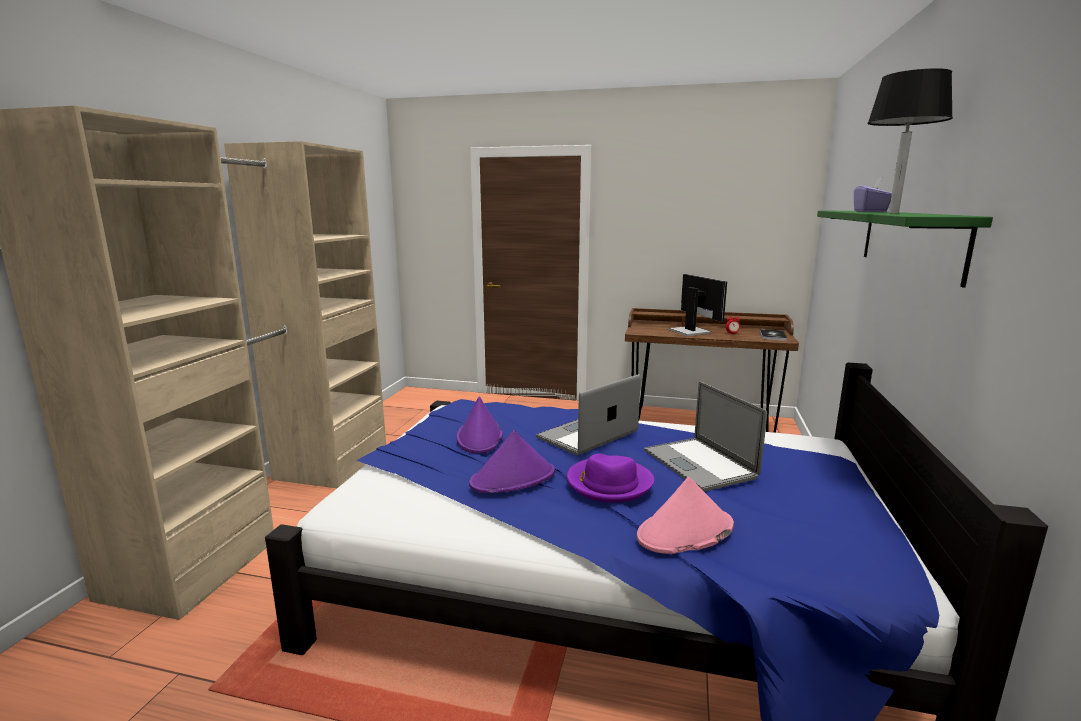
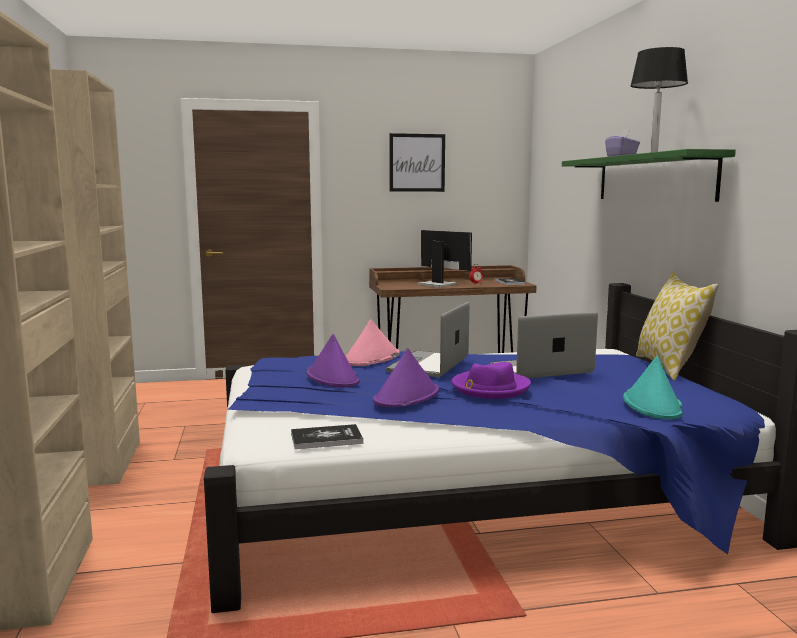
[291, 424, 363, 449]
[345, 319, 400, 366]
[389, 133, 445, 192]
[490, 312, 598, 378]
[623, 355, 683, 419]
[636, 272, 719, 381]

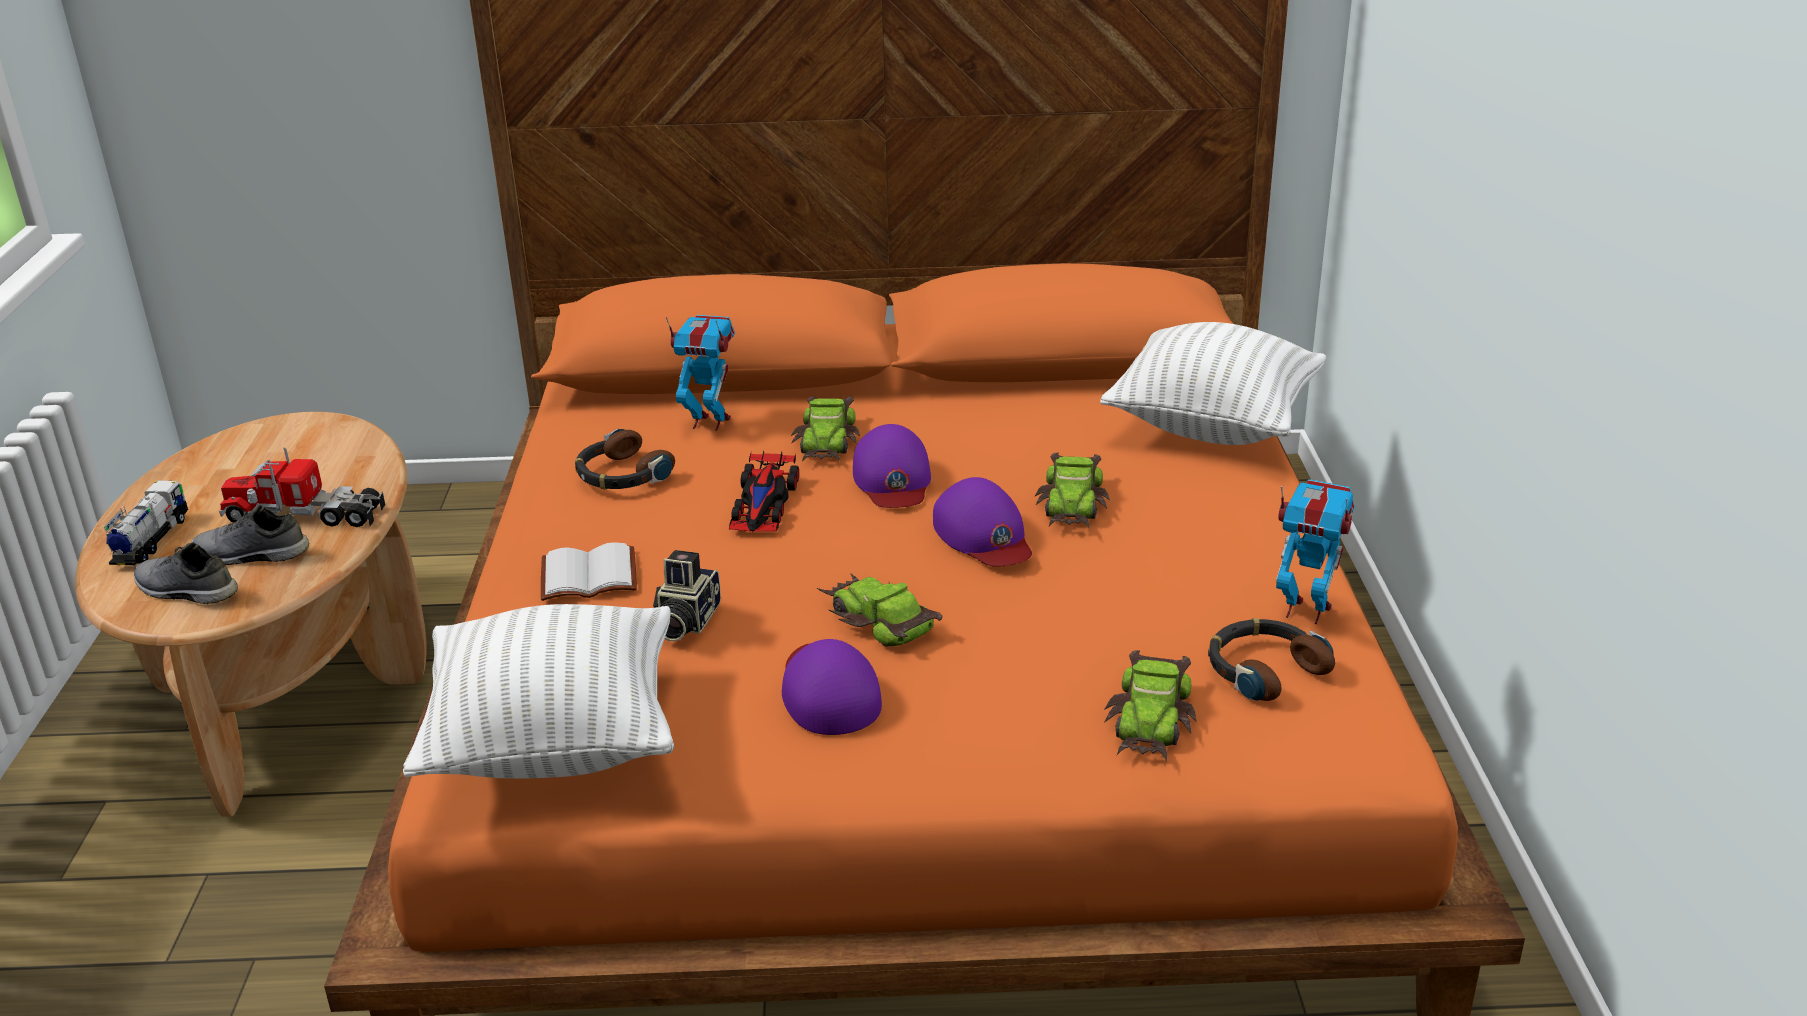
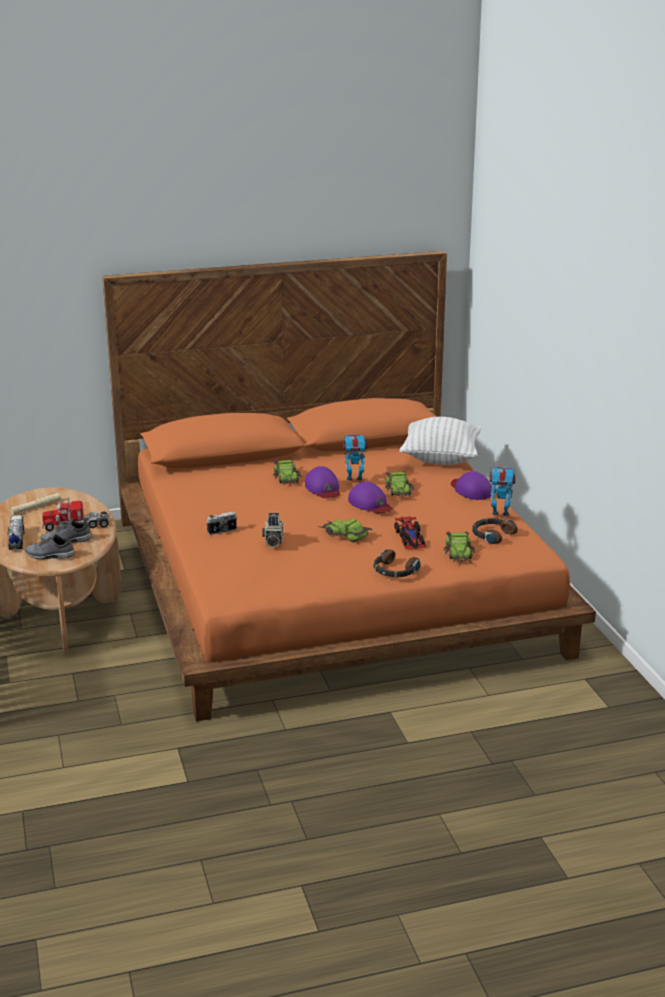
[10, 493, 61, 515]
[206, 512, 237, 535]
[343, 435, 367, 480]
[374, 550, 421, 578]
[394, 515, 426, 549]
[451, 471, 492, 500]
[403, 604, 674, 779] (first image)

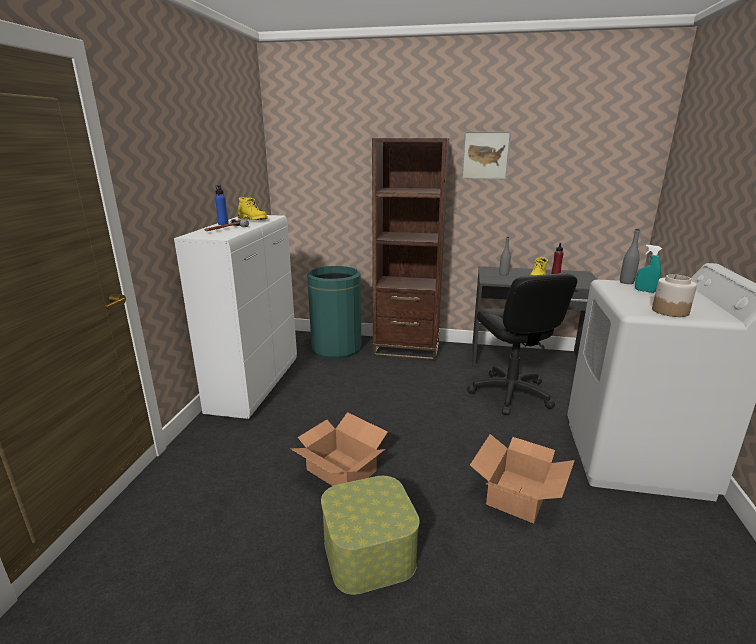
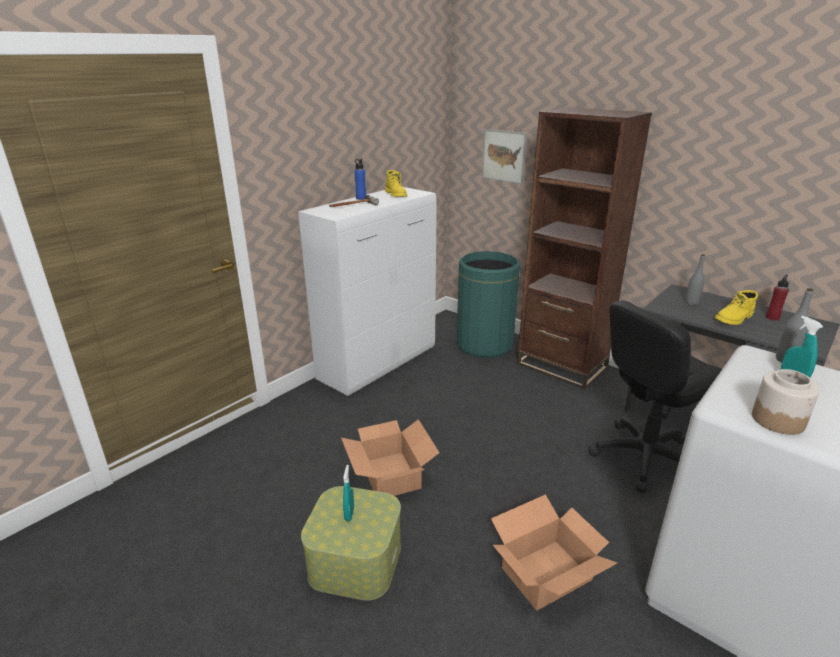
[343, 465, 354, 522]
[482, 129, 527, 184]
[588, 300, 722, 493]

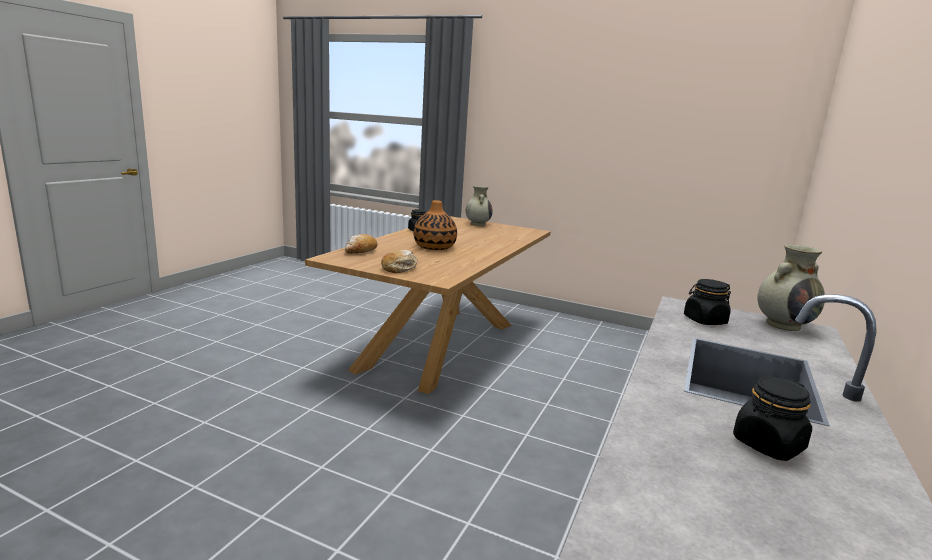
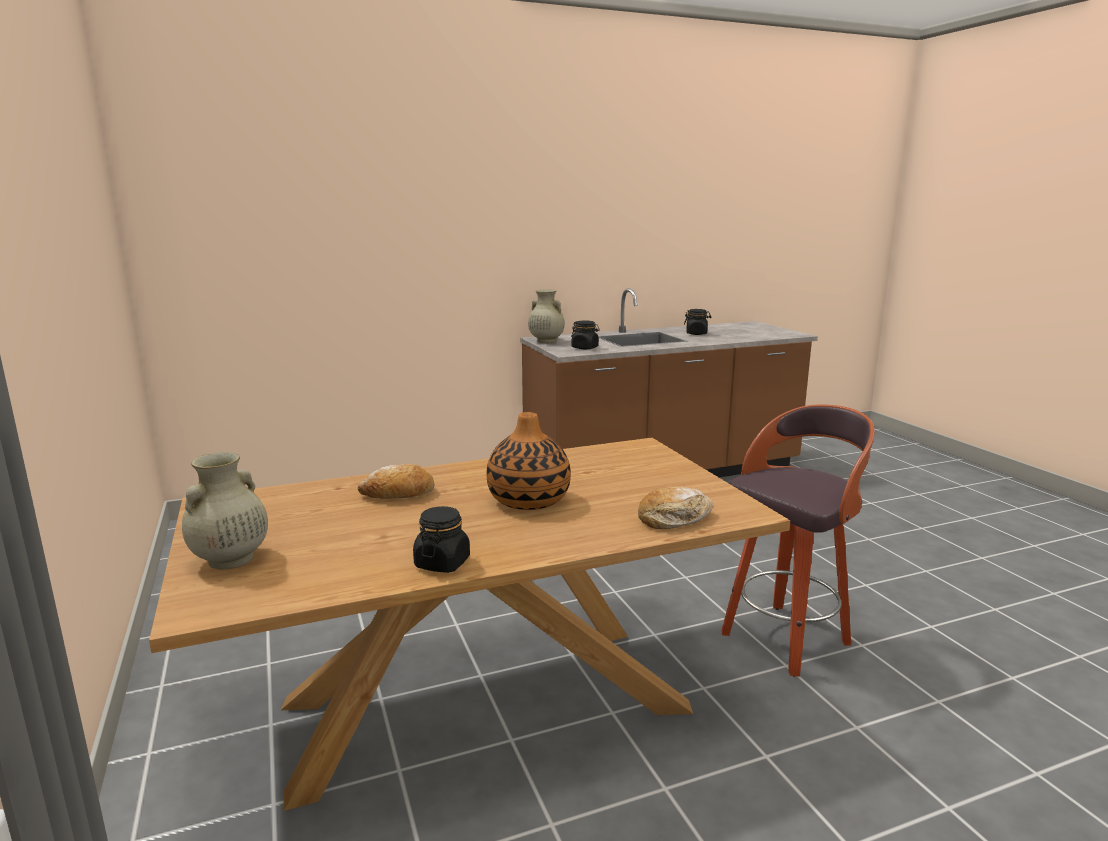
[358, 464, 435, 499]
[721, 404, 875, 677]

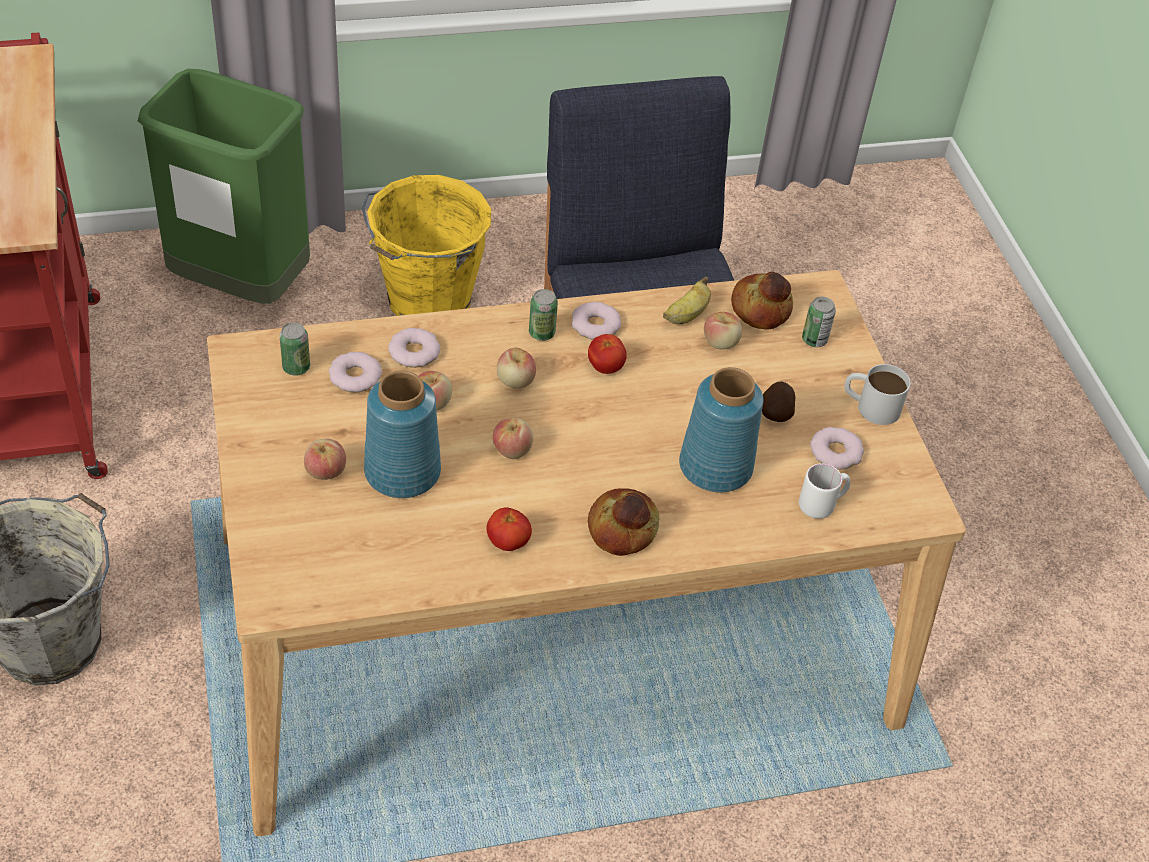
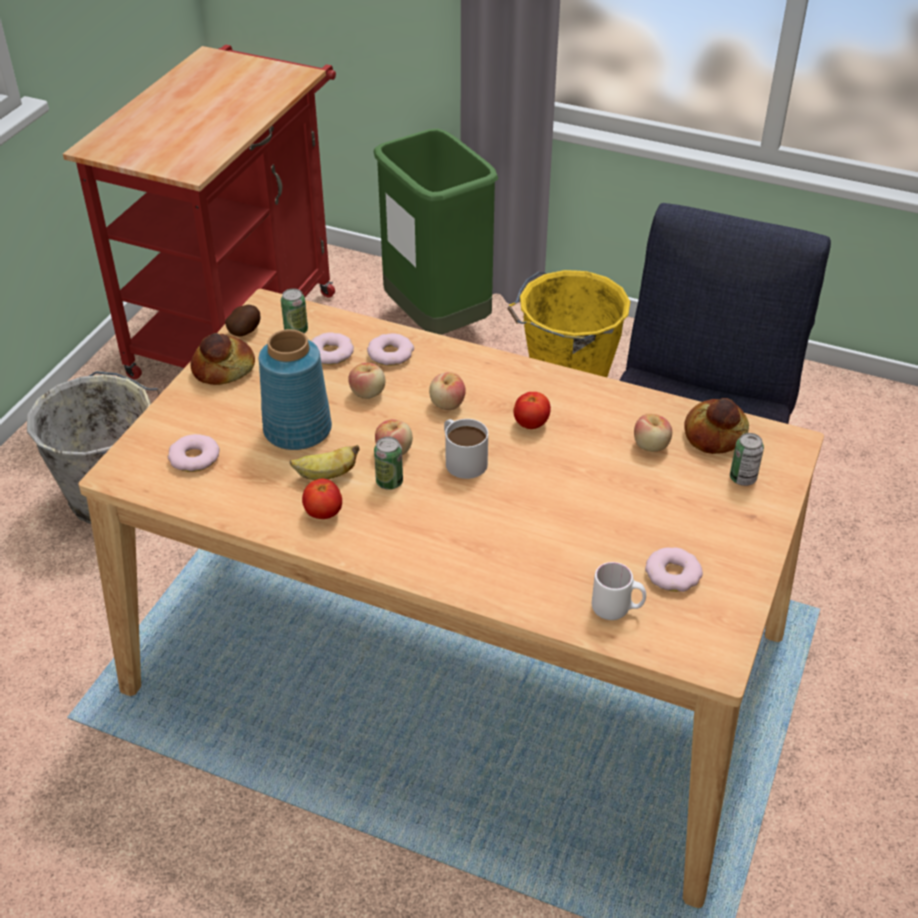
[168, 434, 220, 472]
[191, 333, 255, 385]
[225, 305, 260, 336]
[290, 445, 360, 480]
[374, 437, 403, 490]
[444, 419, 488, 479]
[304, 438, 346, 480] (first image)
[679, 367, 764, 492] (first image)

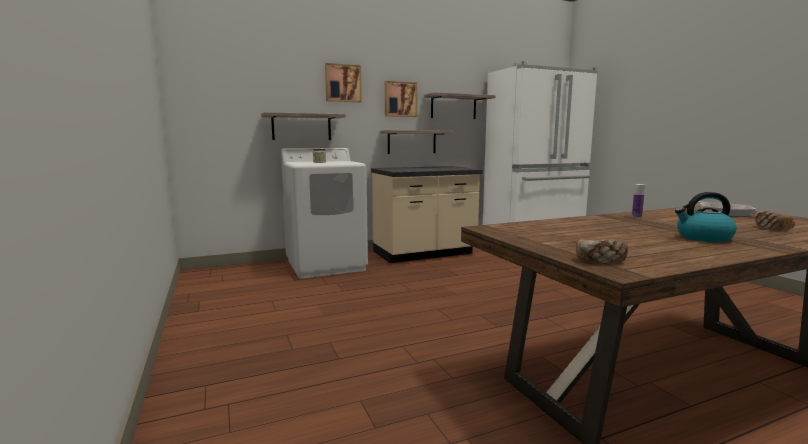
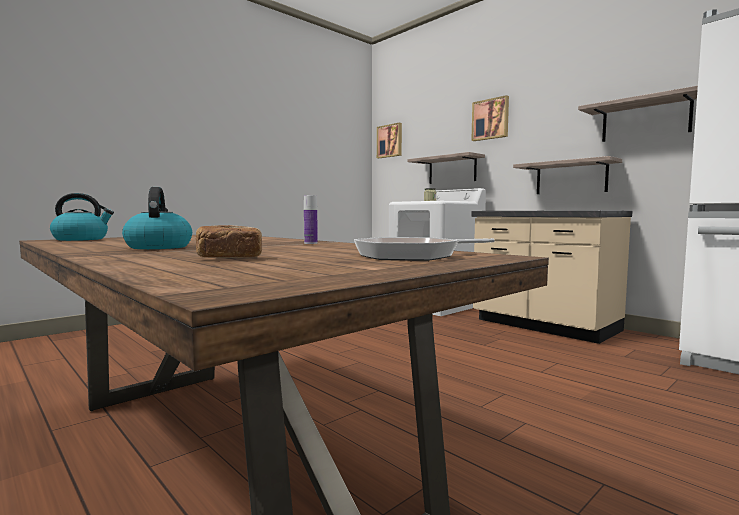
[50, 193, 114, 241]
[377, 123, 402, 158]

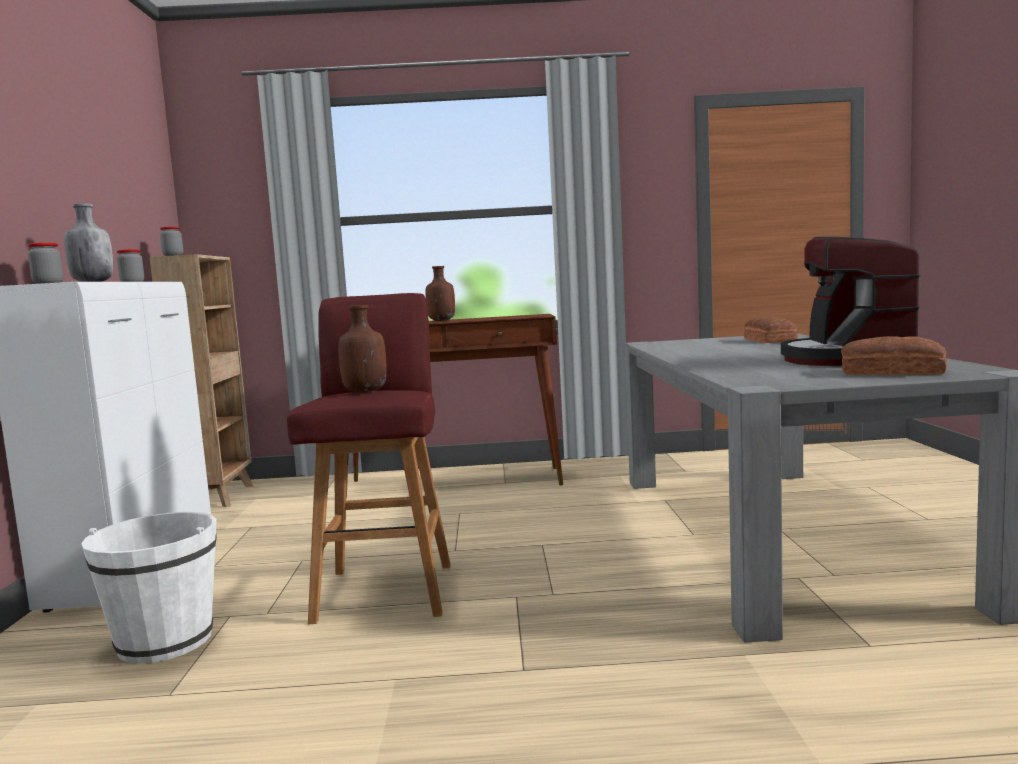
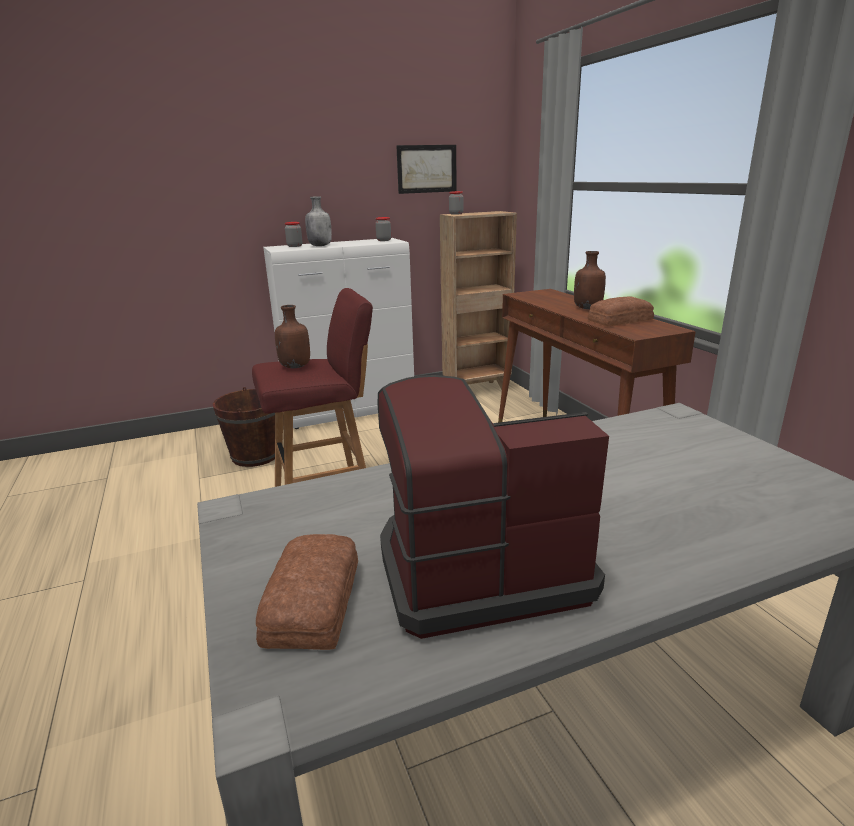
[213, 387, 275, 467]
[396, 145, 457, 194]
[588, 296, 654, 326]

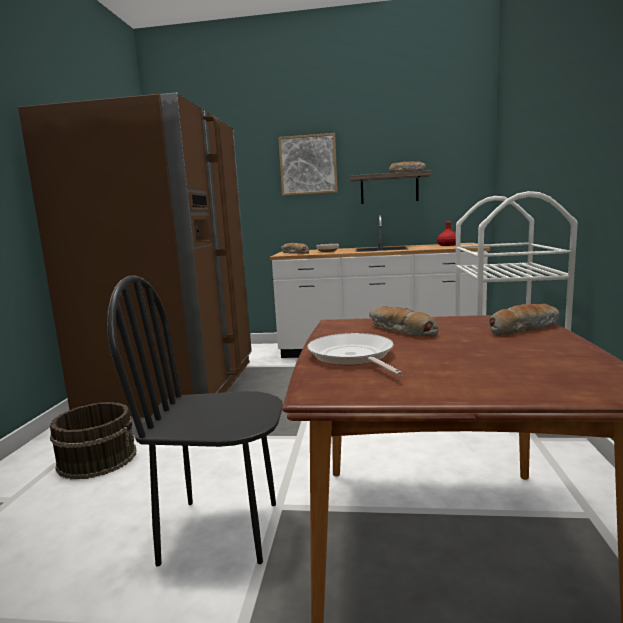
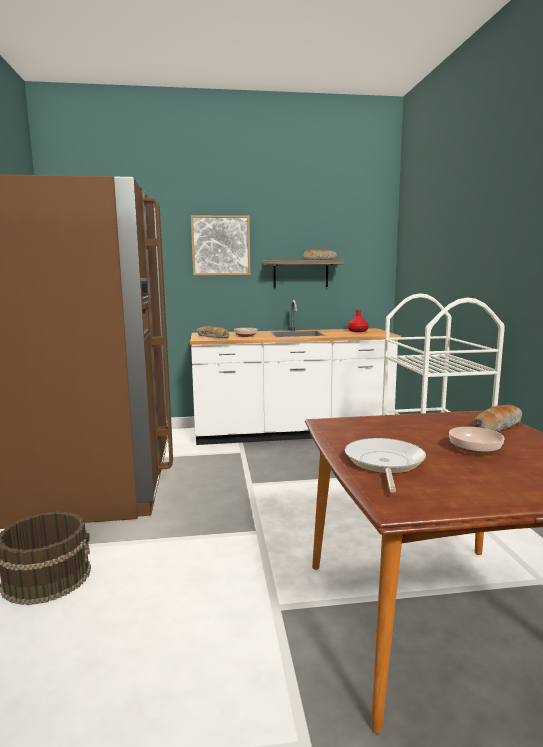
[345, 438, 426, 493]
[449, 427, 504, 455]
[107, 275, 283, 567] (first image)
[369, 306, 439, 337] (first image)

